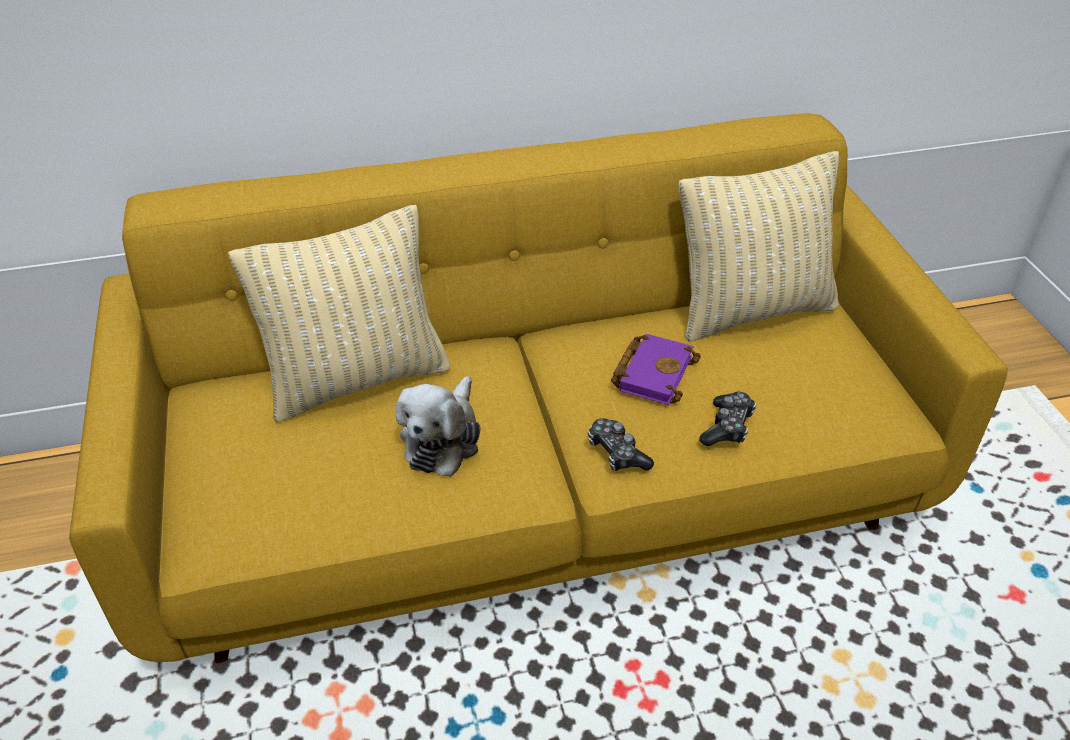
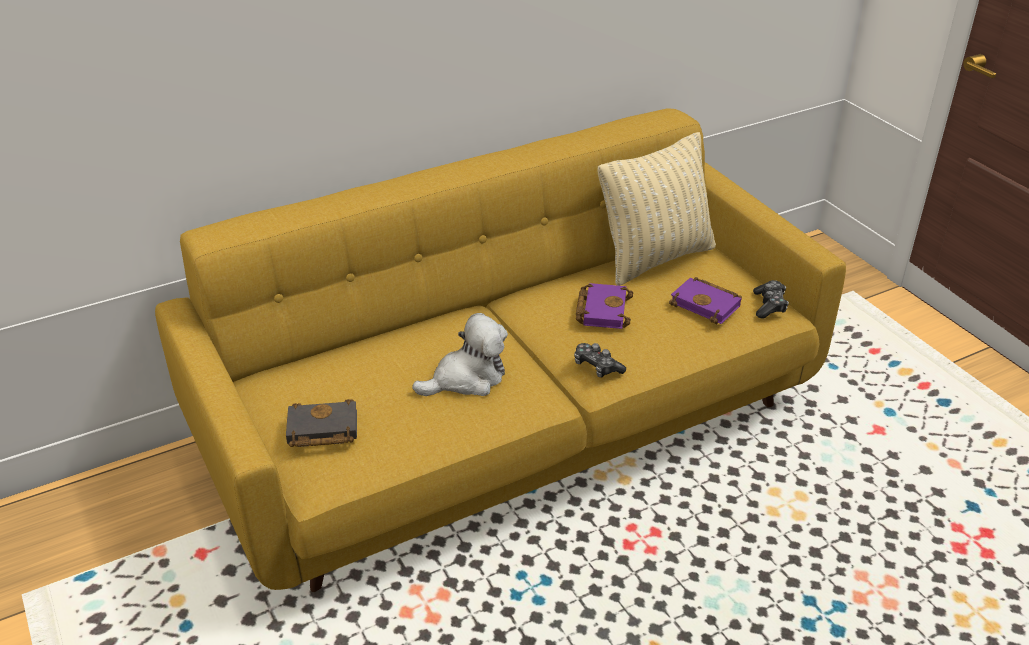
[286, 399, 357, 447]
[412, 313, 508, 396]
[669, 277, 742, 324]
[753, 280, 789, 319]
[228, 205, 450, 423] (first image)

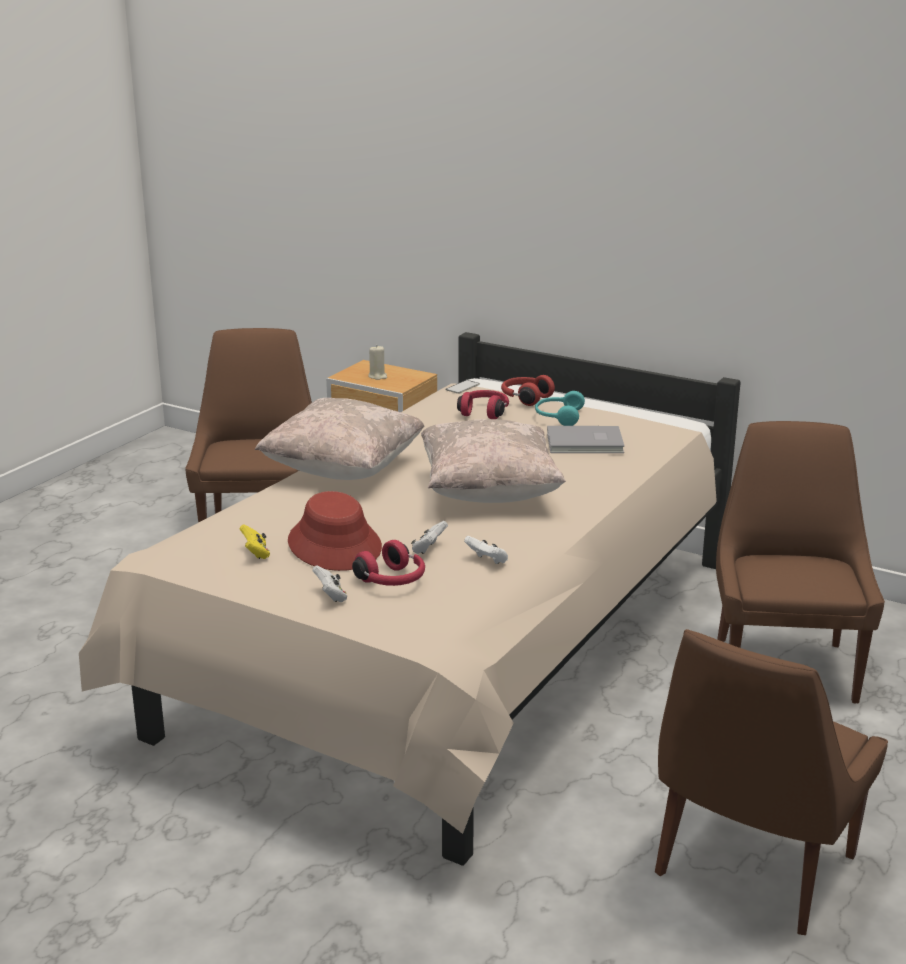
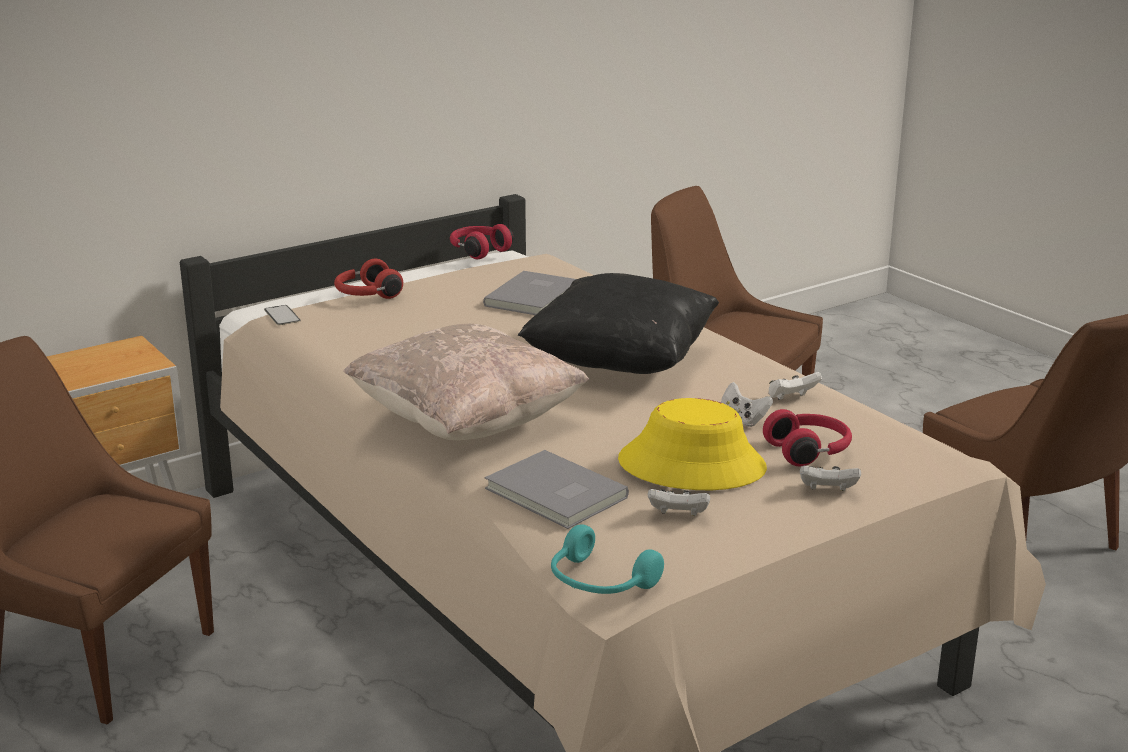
[450, 224, 513, 259]
[485, 450, 629, 529]
[518, 273, 719, 374]
[551, 524, 664, 594]
[618, 398, 767, 490]
[648, 489, 710, 516]
[368, 346, 387, 380] (first image)

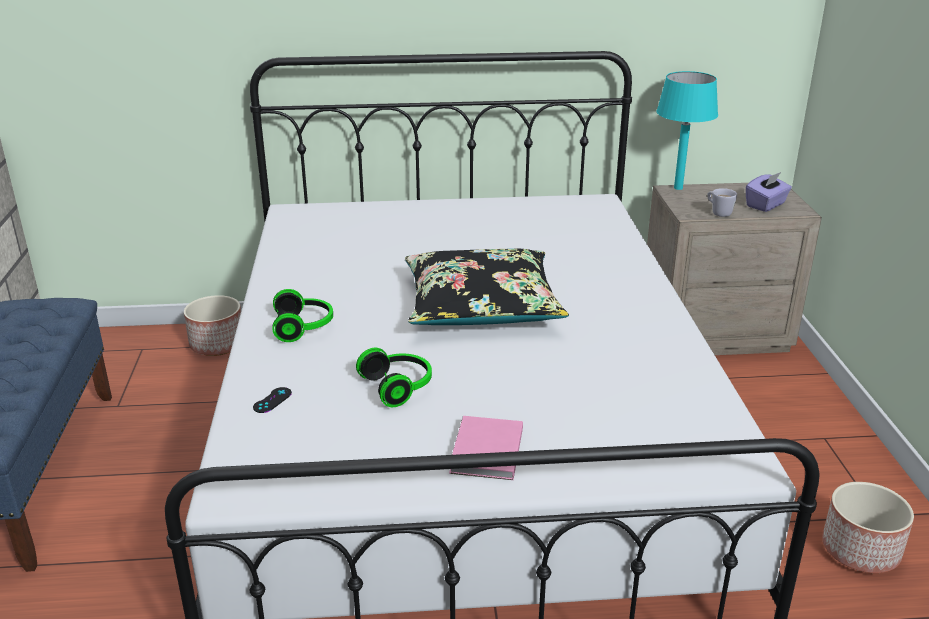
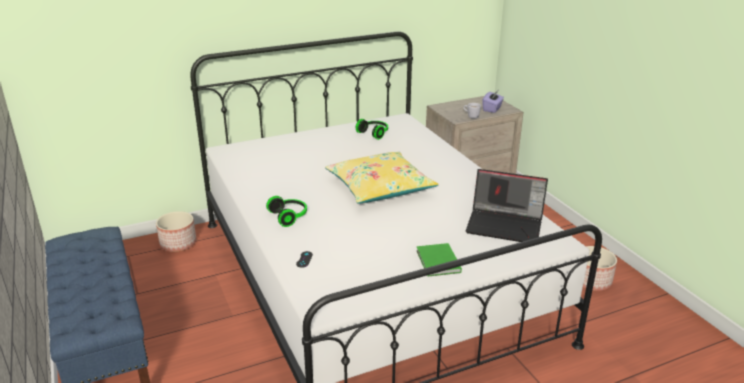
[325, 152, 439, 204]
[356, 119, 388, 140]
[417, 243, 462, 277]
[466, 169, 548, 242]
[656, 71, 718, 190] (first image)

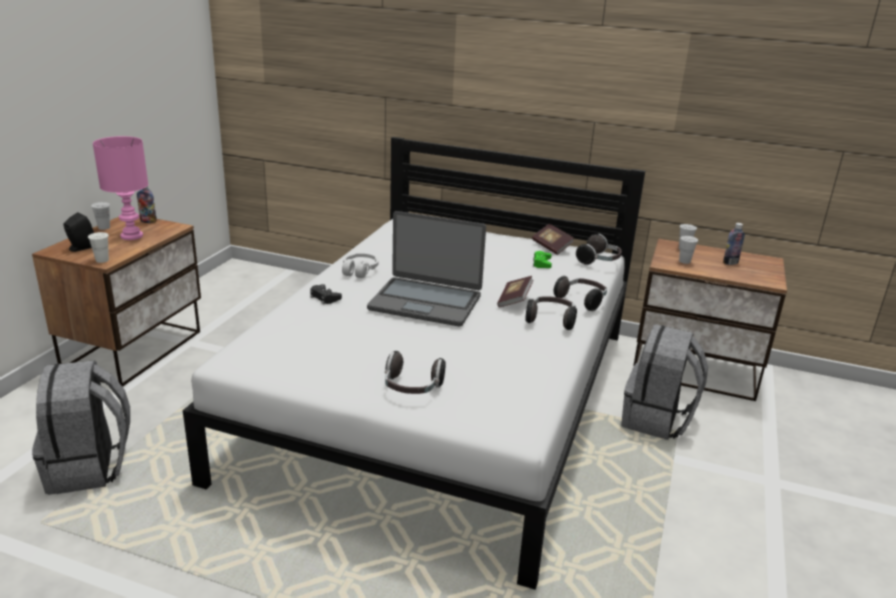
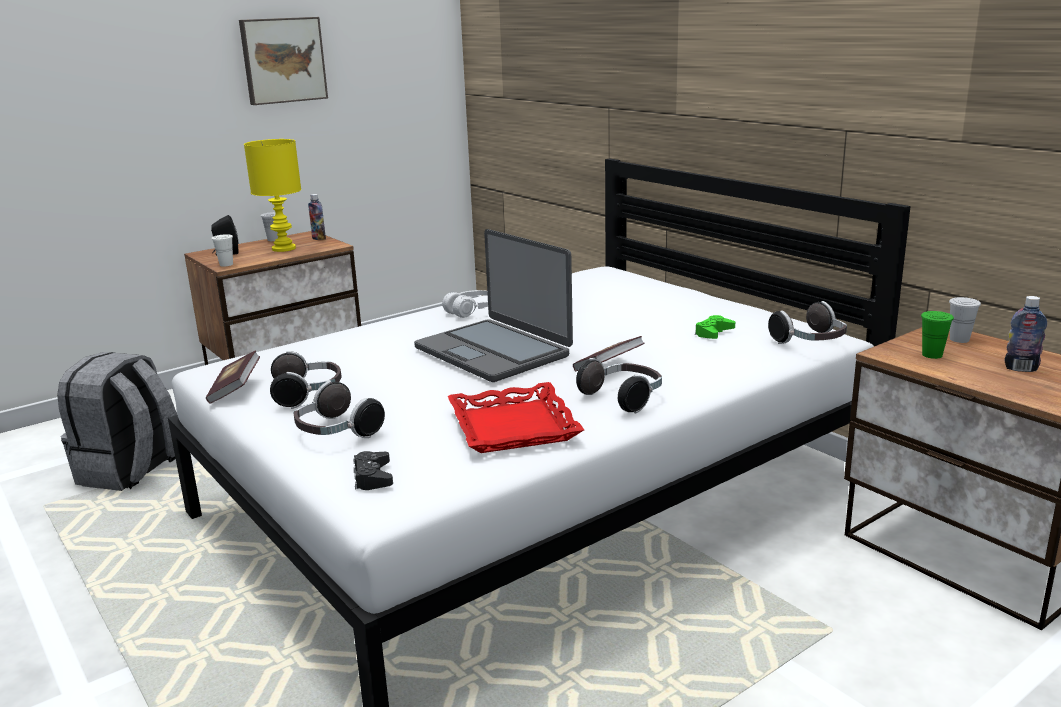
[206, 350, 260, 404]
[239, 17, 328, 105]
[244, 139, 301, 252]
[270, 351, 342, 409]
[353, 451, 393, 490]
[448, 382, 584, 453]
[921, 311, 954, 359]
[621, 324, 708, 440] (first image)

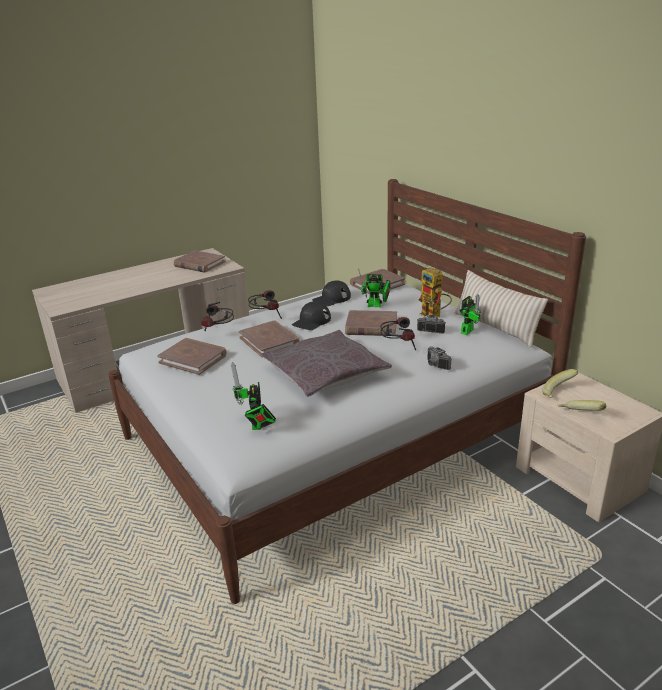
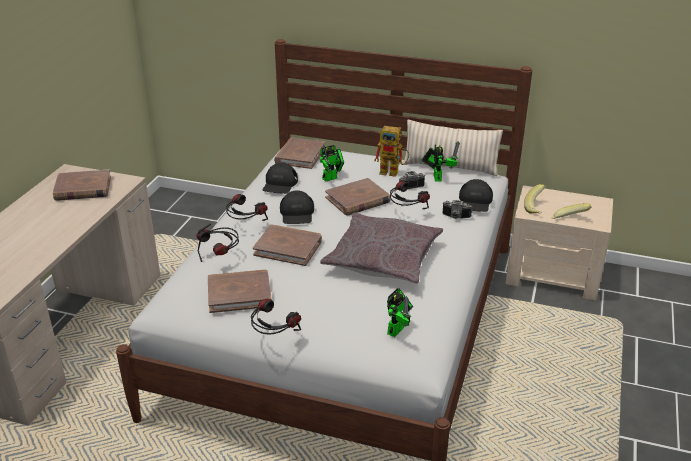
[251, 299, 301, 335]
[387, 288, 413, 337]
[459, 179, 493, 212]

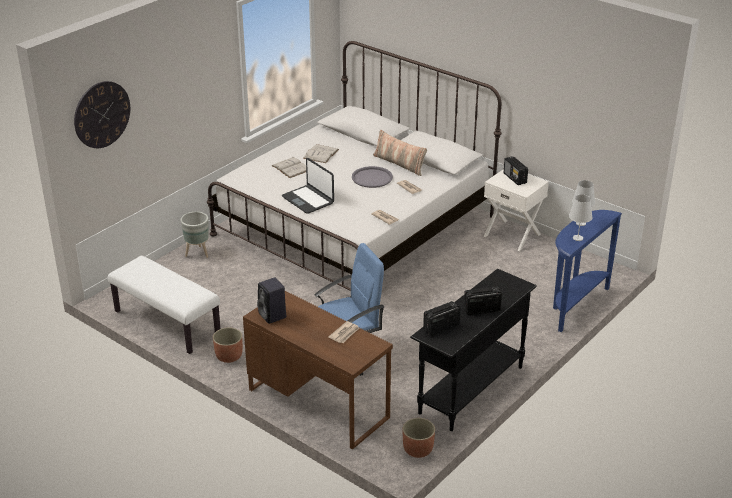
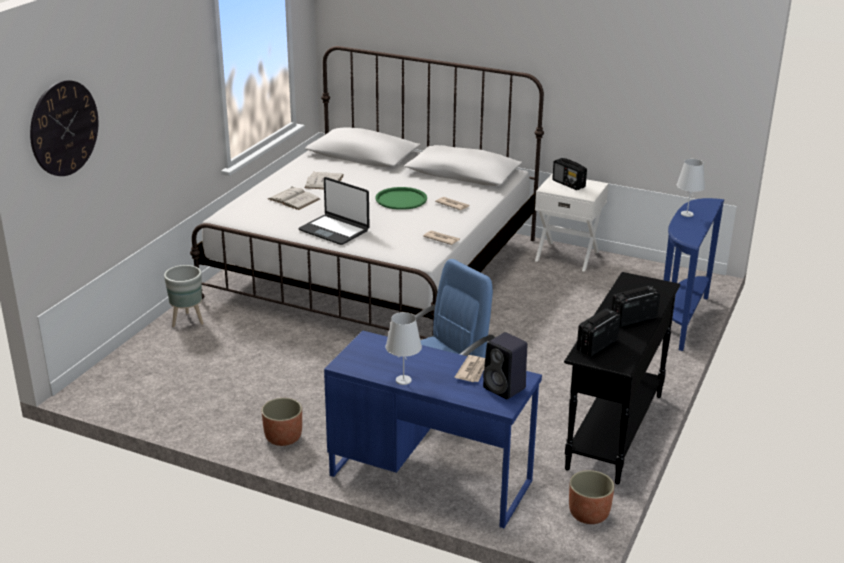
[324, 330, 542, 528]
[375, 187, 427, 210]
[385, 312, 422, 385]
[483, 332, 527, 399]
[108, 256, 220, 354] (first image)
[373, 130, 427, 176] (first image)

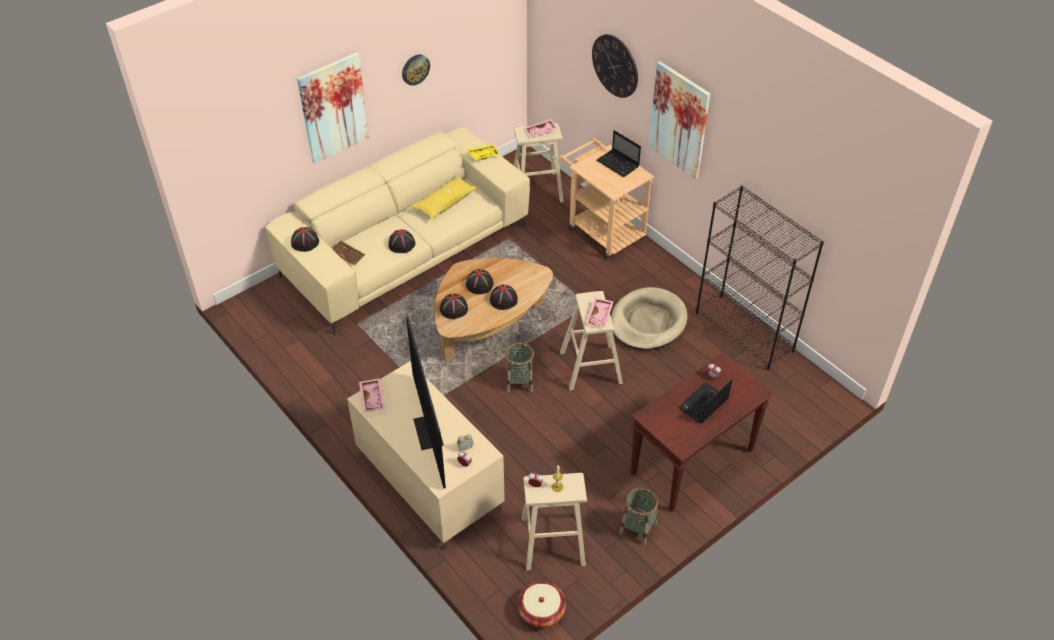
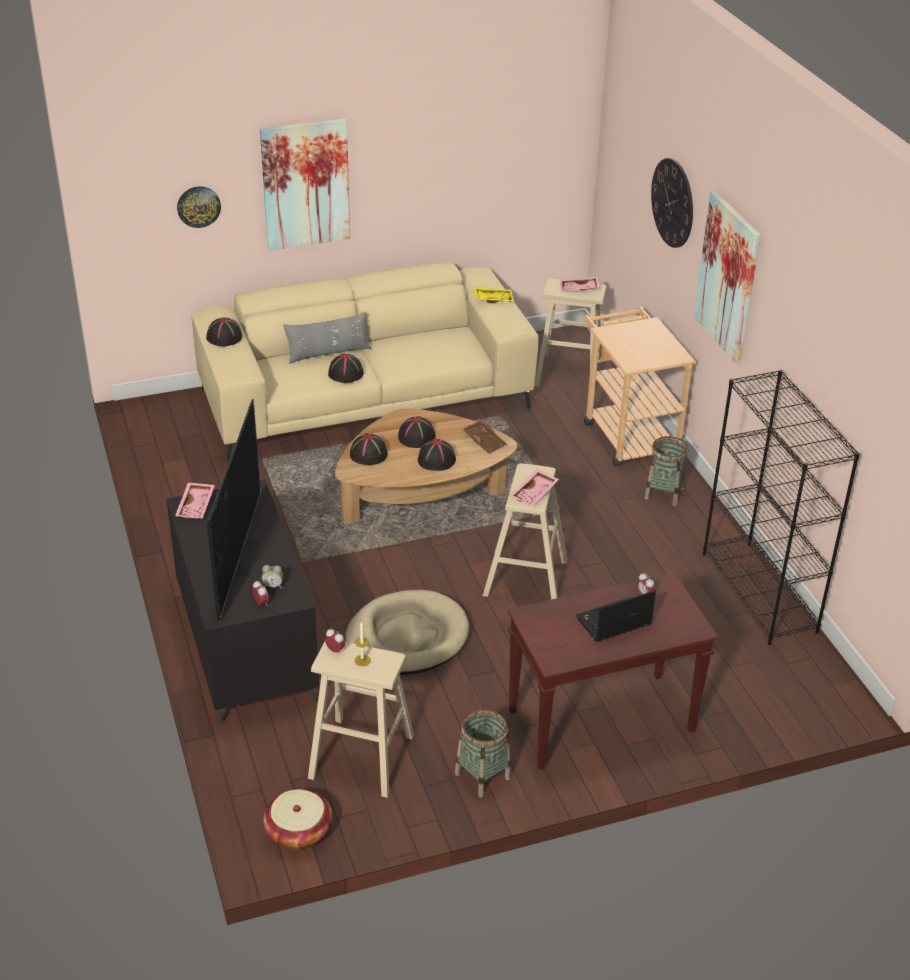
[166, 480, 319, 725]
[177, 186, 221, 228]
[283, 311, 371, 364]
[345, 590, 469, 675]
[462, 420, 507, 453]
[644, 436, 688, 506]
[411, 176, 477, 220] (first image)
[597, 130, 641, 177] (first image)

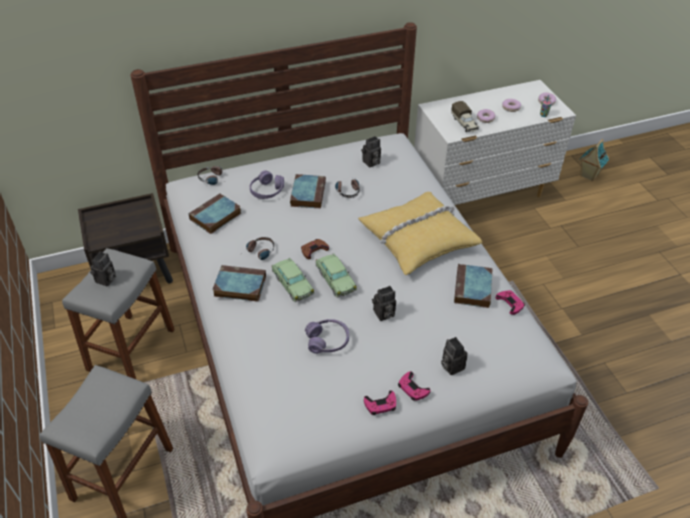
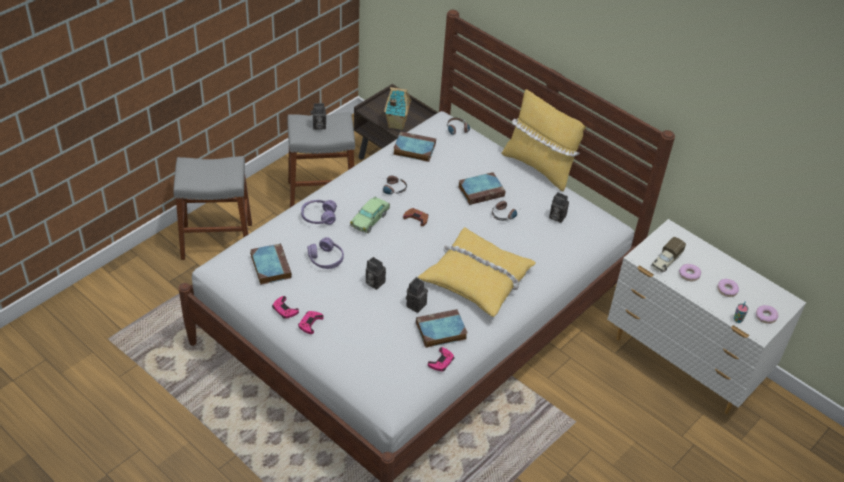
[250, 243, 292, 285]
[301, 200, 337, 225]
[384, 87, 412, 130]
[406, 277, 428, 313]
[501, 89, 586, 192]
[316, 253, 357, 298] (first image)

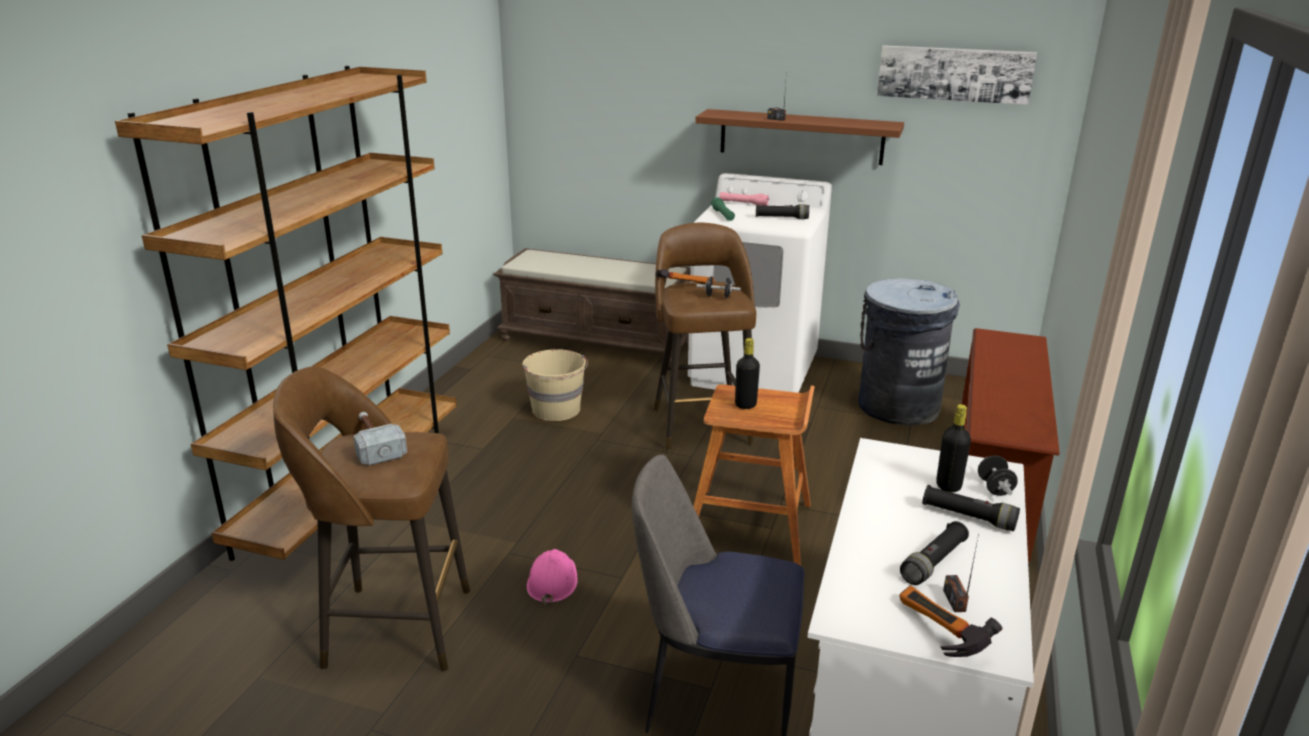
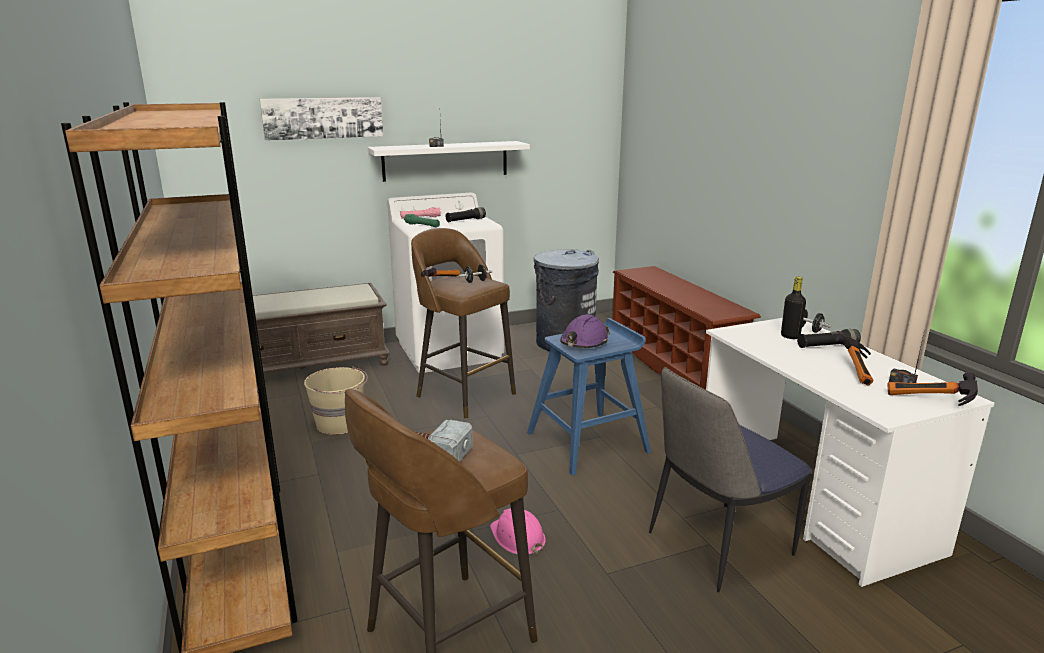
[260, 97, 383, 141]
[367, 141, 530, 182]
[527, 318, 651, 475]
[560, 314, 610, 348]
[835, 334, 874, 386]

